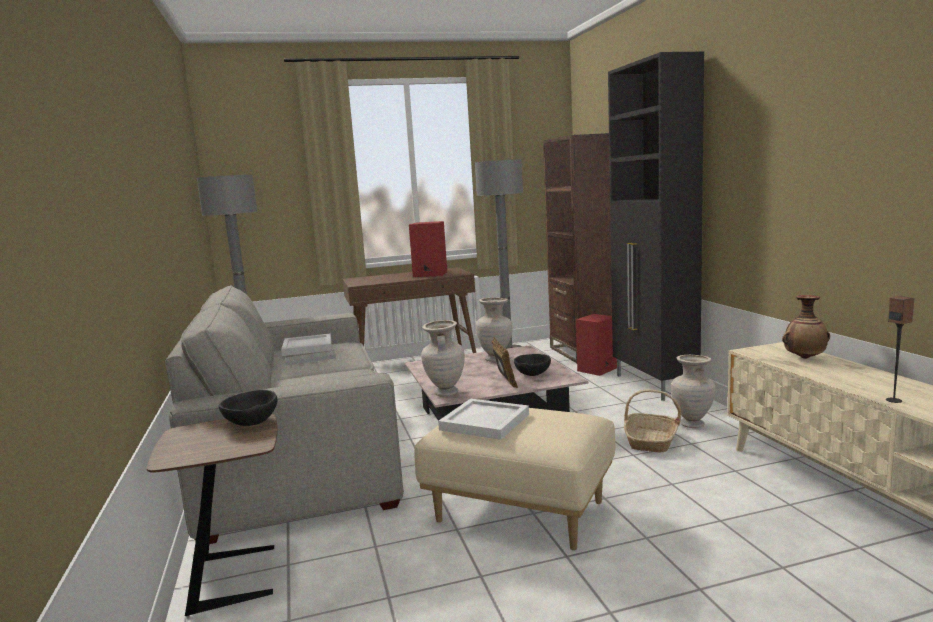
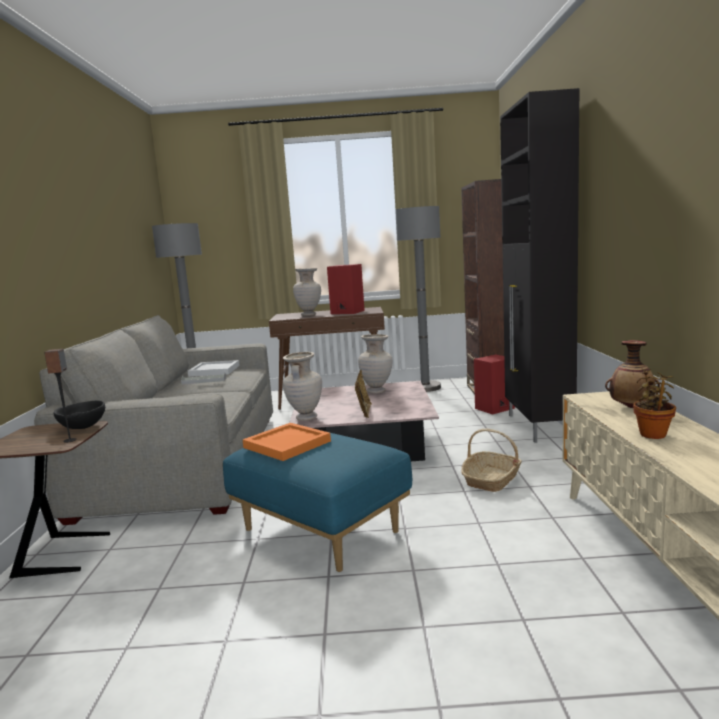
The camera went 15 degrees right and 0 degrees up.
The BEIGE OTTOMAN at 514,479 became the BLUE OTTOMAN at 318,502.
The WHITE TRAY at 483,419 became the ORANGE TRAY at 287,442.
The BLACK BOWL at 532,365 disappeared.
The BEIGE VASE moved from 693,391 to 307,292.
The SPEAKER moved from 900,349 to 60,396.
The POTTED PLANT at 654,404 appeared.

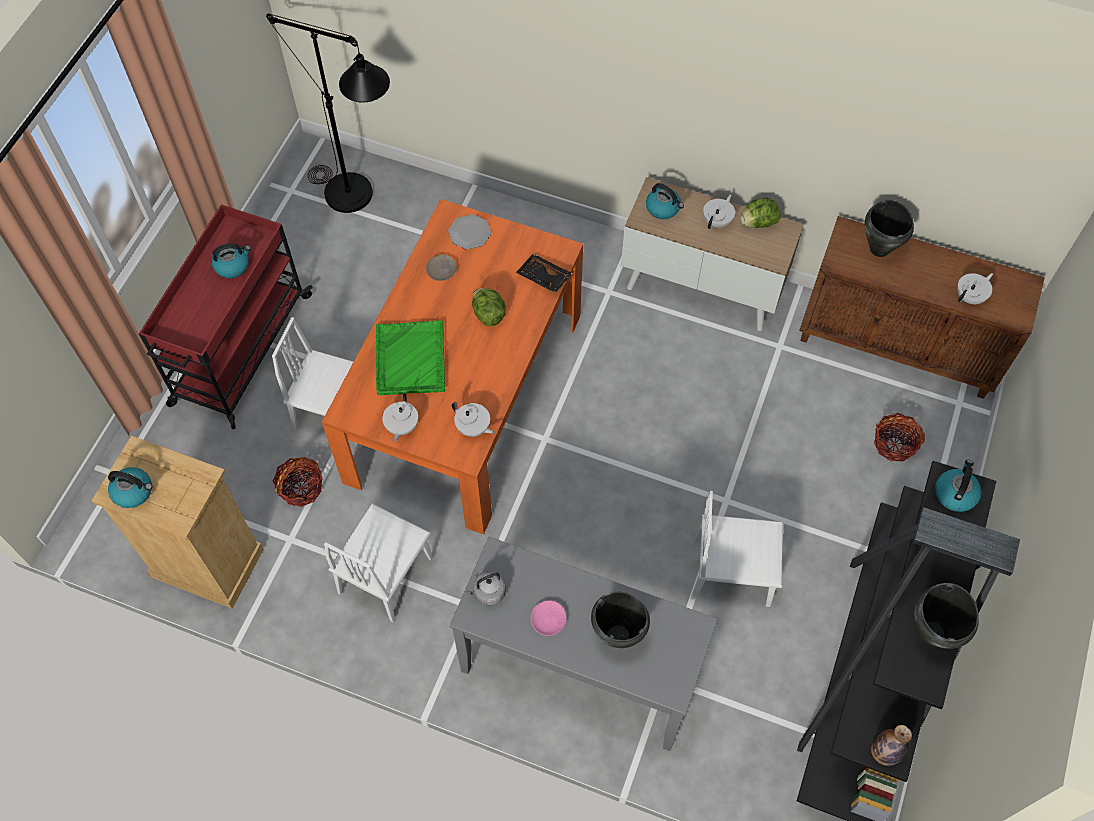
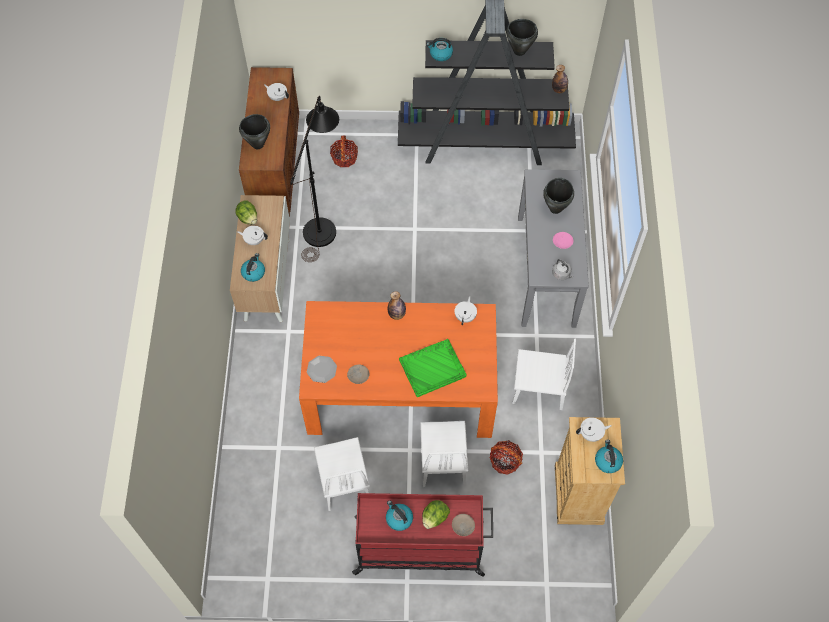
The camera went 110 degrees left and 0 degrees up.
The BLACK FLOOR LAMP moved from 328,113 to 314,179.
The WHITE TEAPOT moved from 400,417 to 594,430.
The LETTUCE moved from 489,307 to 436,514.
The BLACK TRAY at 544,273 disappeared.
The WHITE CHAIR moved from 737,549 to 342,474.
The BOTTLE at 397,305 appeared.
The BEIGE PLATE at 463,525 appeared.

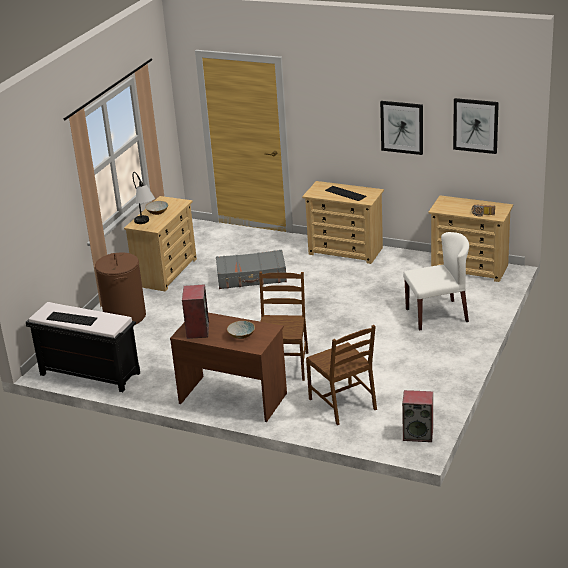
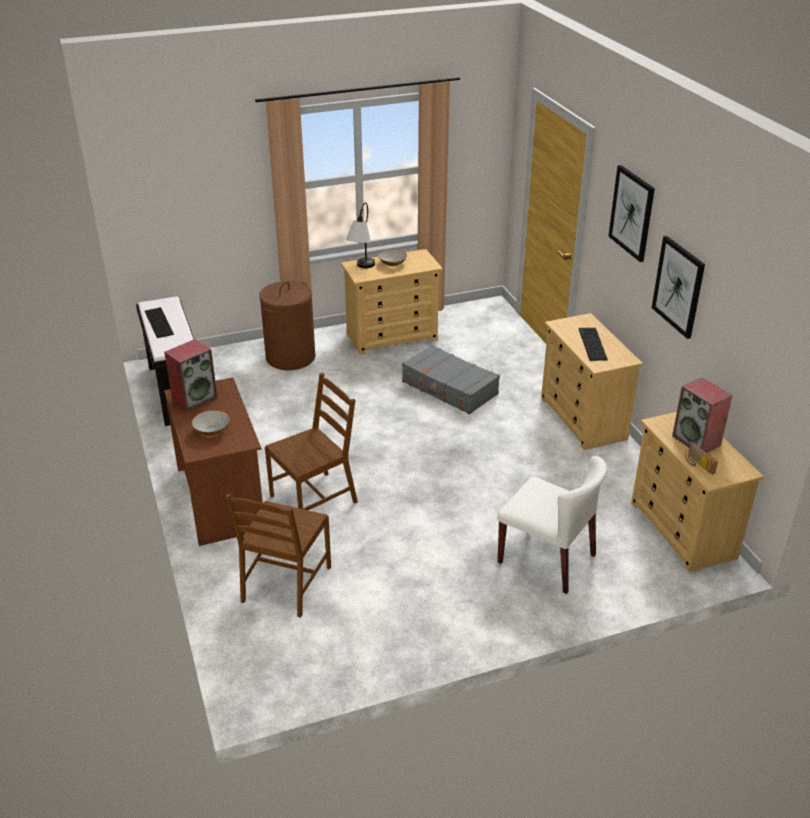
The camera went 45 degrees right and 5 degrees up.
The SPEAKER moved from 417,416 to 702,415.
The PICTURE moved from 476,126 to 631,213.

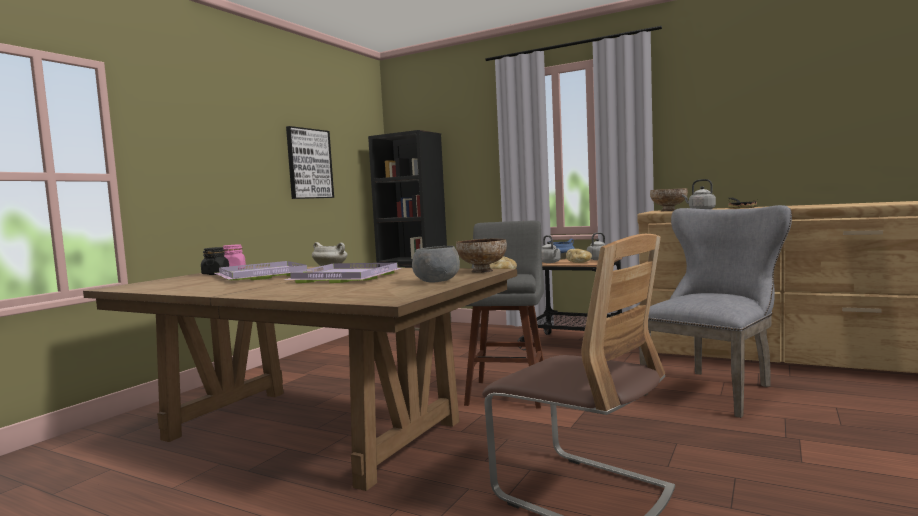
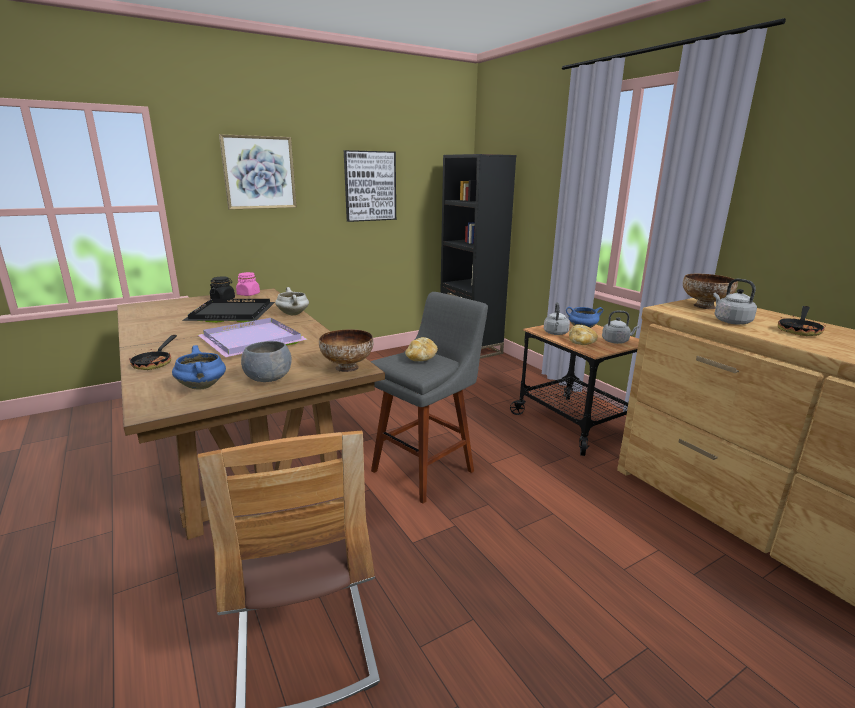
The camera went 30 degrees right and 15 degrees up.
The PURPLE TRAY at 261,270 became the BLACK TRAY at 228,311.
The GREY CHAIR at 715,311 disappeared.
The FRYING PAN at 153,352 appeared.
The BLUE COOKING POT at 199,367 appeared.
The PICTURE at 258,172 appeared.

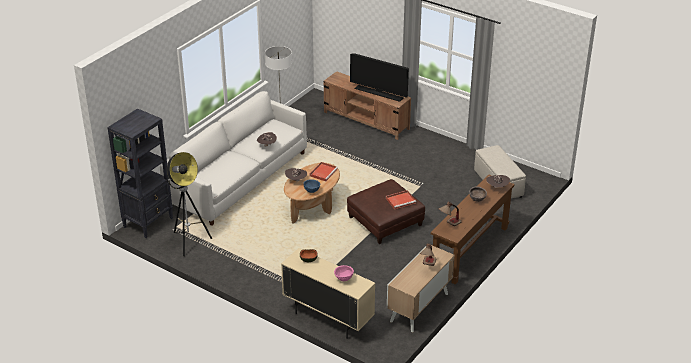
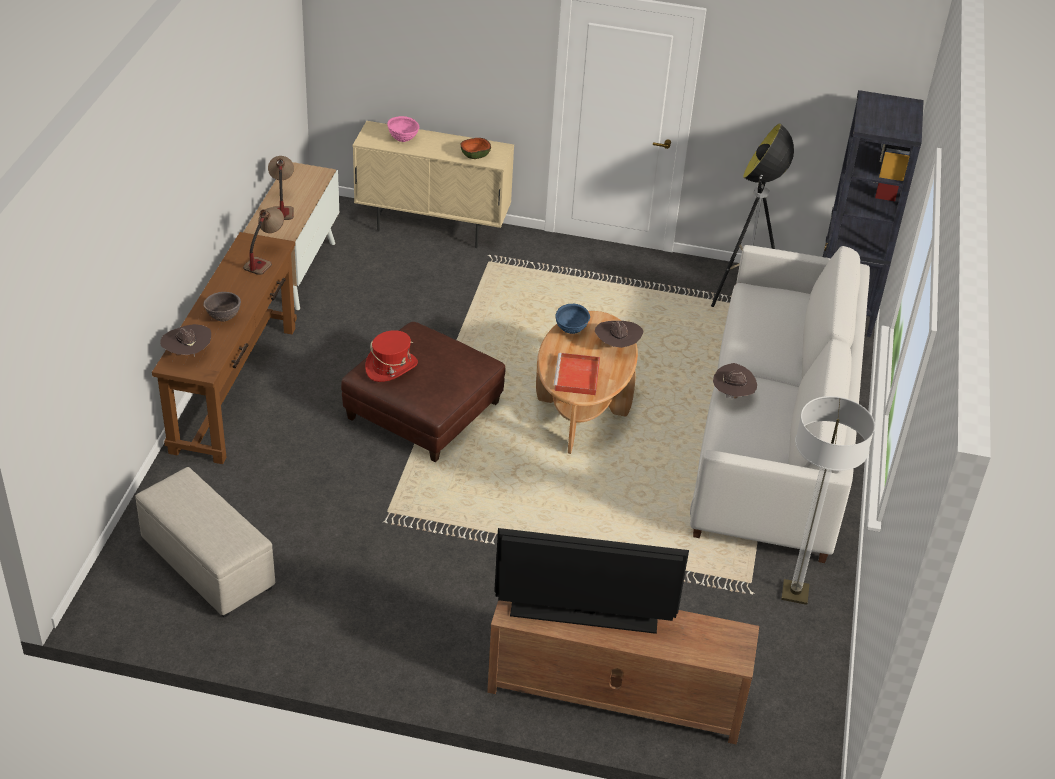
The camera went 155 degrees right and 5 degrees up.
The RED TRAY at 401,199 was replaced by the RED HAT at 391,356.

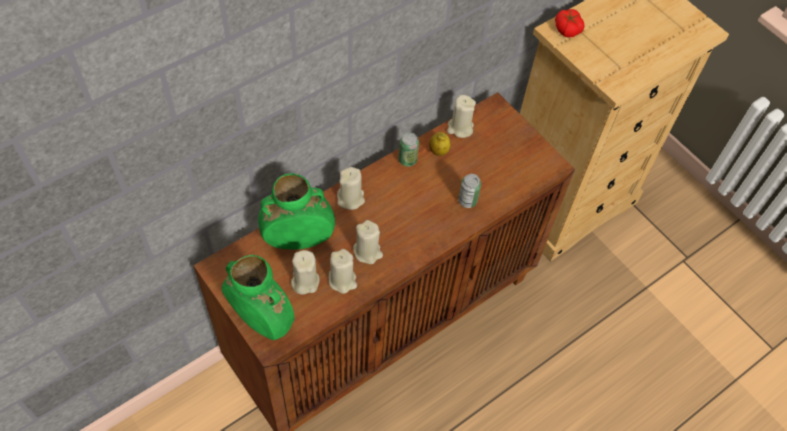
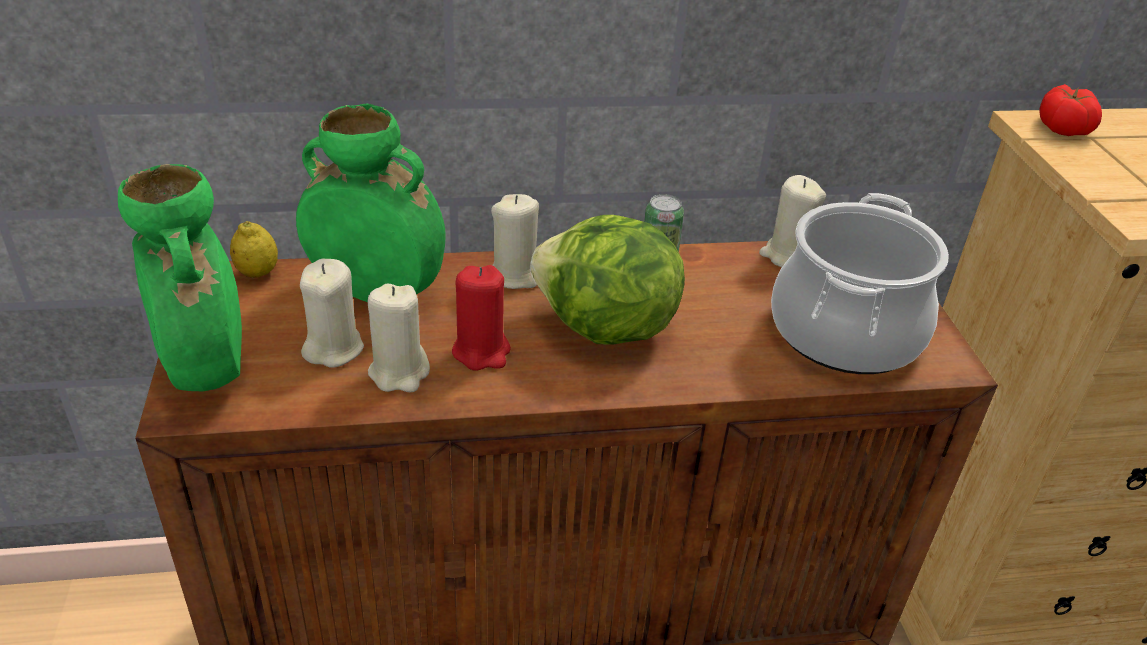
The camera went 30 degrees right and 20 degrees down.
The BEIGE CANDLE at 368,242 became the RED CANDLE at 481,318.
The LEMON moved from 440,144 to 254,249.
The CAN at 469,191 disappeared.
The LETTUCE at 607,280 appeared.
The COOKING POT at 860,283 appeared.

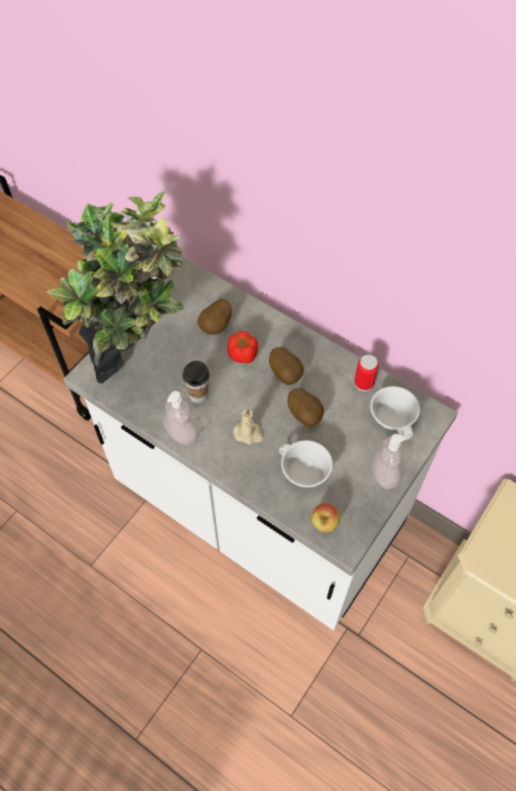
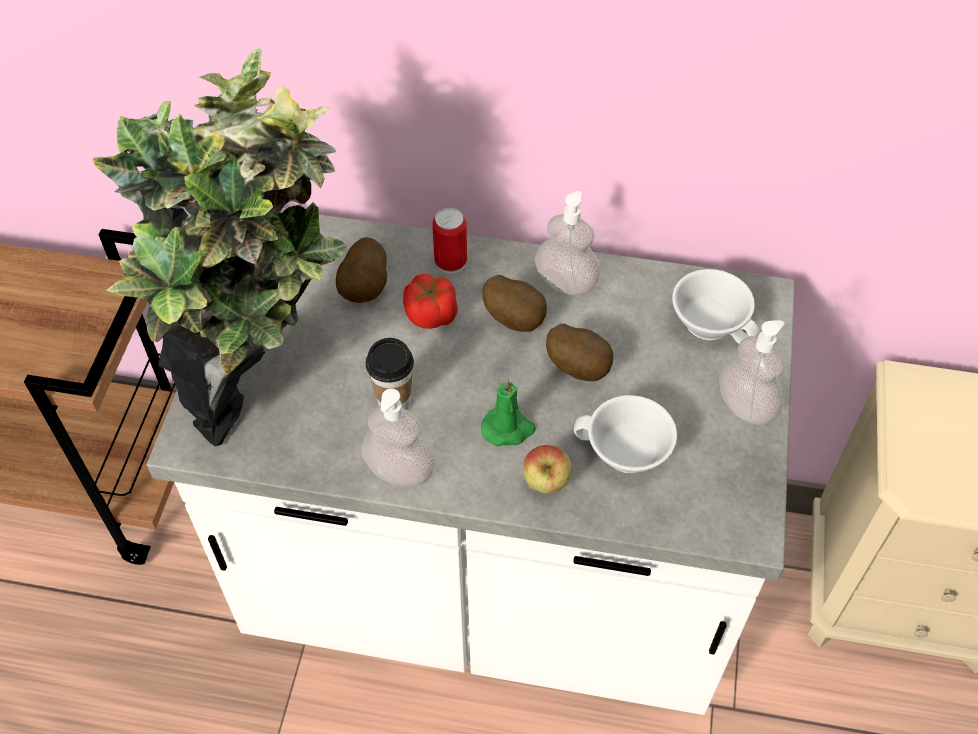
The camera went 25 degrees left and 5 degrees down.
The BEIGE CANDLE at 248,426 became the GREEN CANDLE at 508,412.
The APPLE moved from 325,517 to 547,469.
The CAN moved from 366,373 to 449,241.
The SOAP DISPENSER at 568,243 appeared.

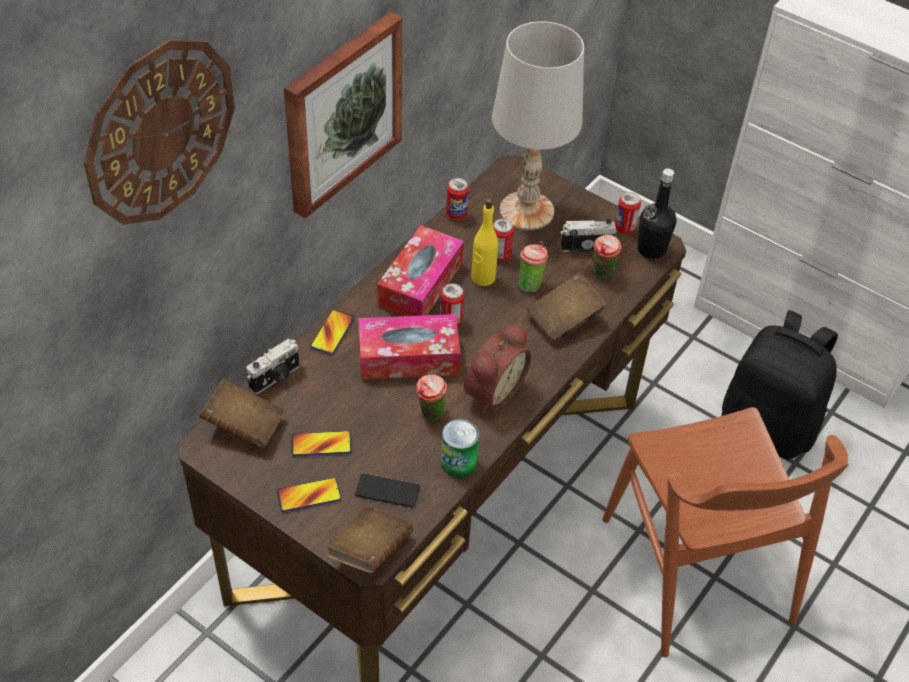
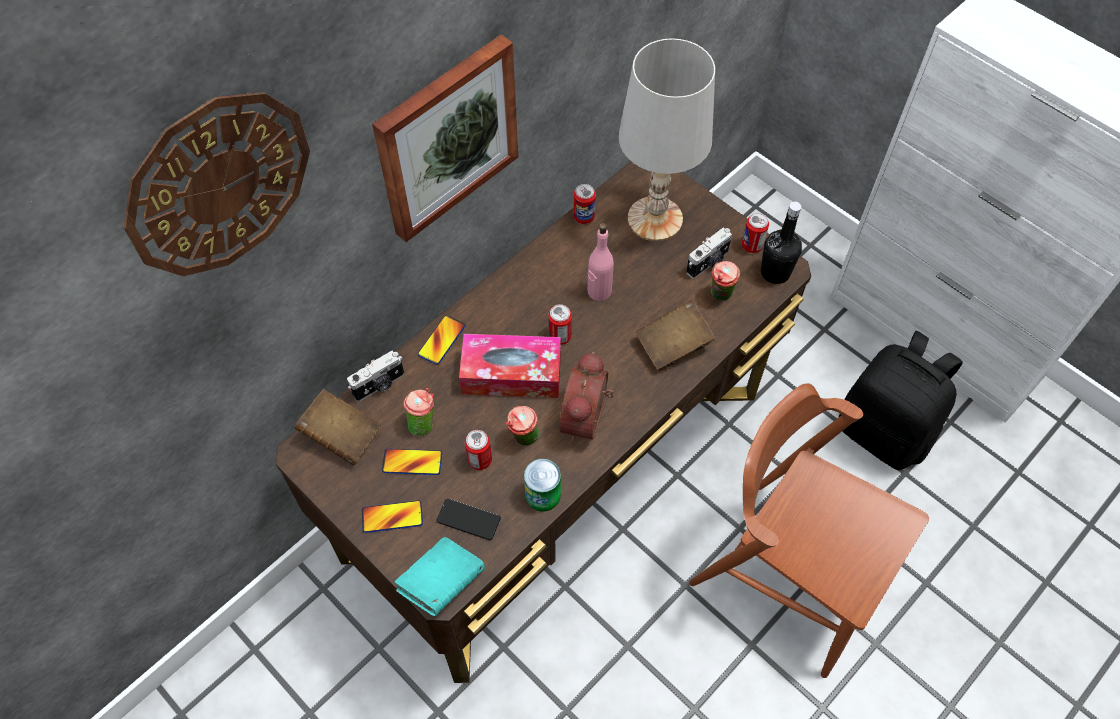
The camera went 10 degrees right and 10 degrees up.
The BROWN BOOK at 369,539 became the TURQUOISE BOOK at 440,576.
The TISSUE BOX at 420,270 disappeared.
The ALARM CLOCK at 497,368 turned 150 degrees clockwise.
The YELLOW BOTTLE at 484,242 became the PINK BOTTLE at 600,262.
The CAN moved from 503,240 to 478,450.
The CUP moved from 533,266 to 418,412.
The PHOTO CAMERA at 589,235 turned 135 degrees clockwise.
The BROWN CHAIR at 725,532 turned 135 degrees clockwise.

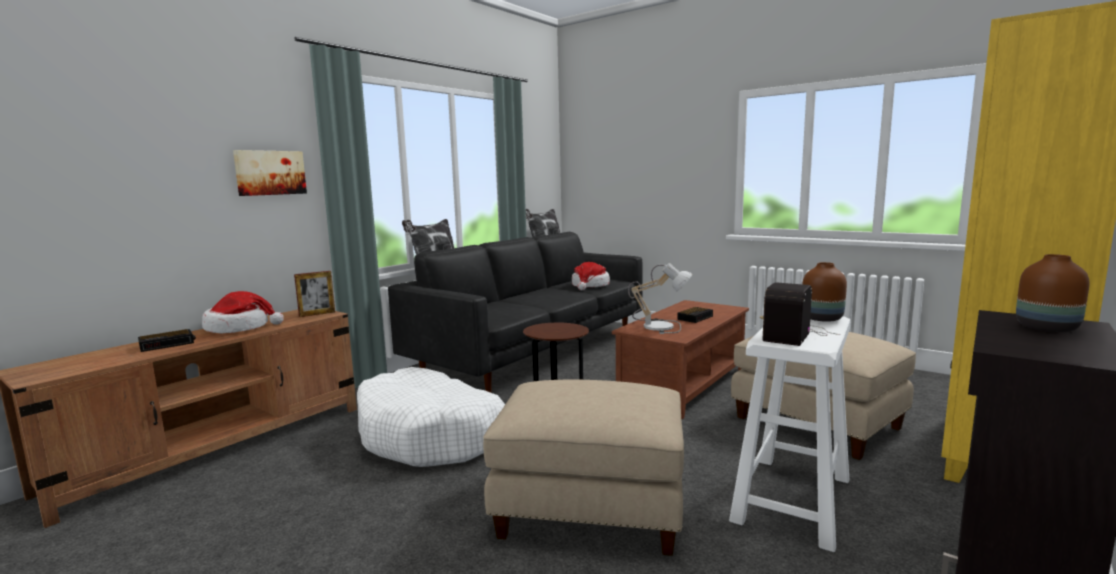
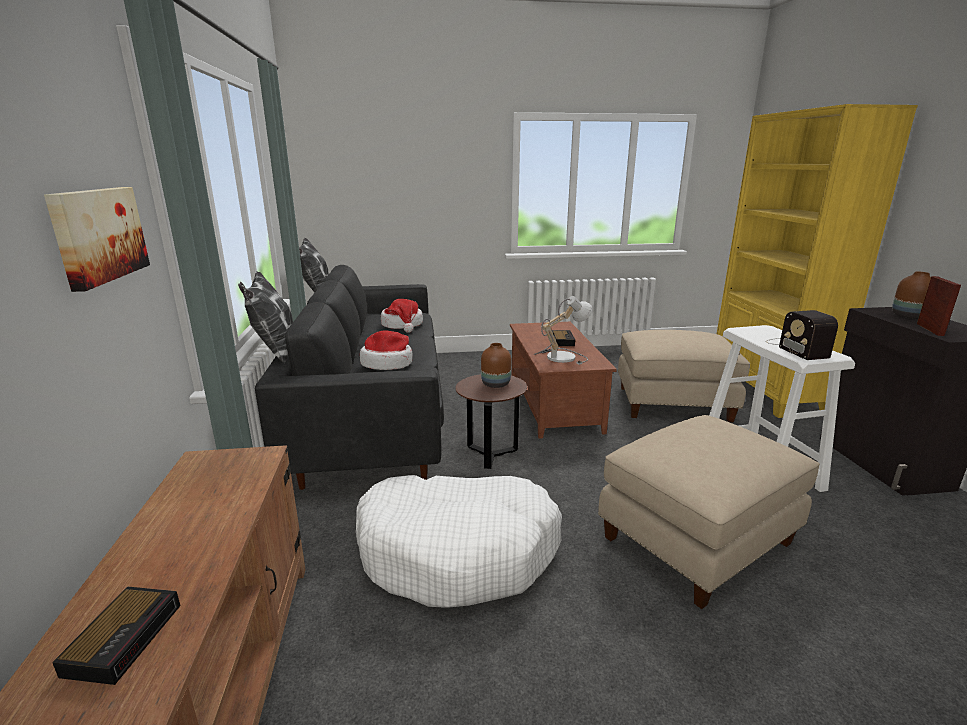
The camera went 45 degrees left and 10 degrees up.
The HAT moved from 242,312 to 386,350.
The PICTURE FRAME moved from 314,294 to 939,306.
The BROWN VASE moved from 824,292 to 496,365.

